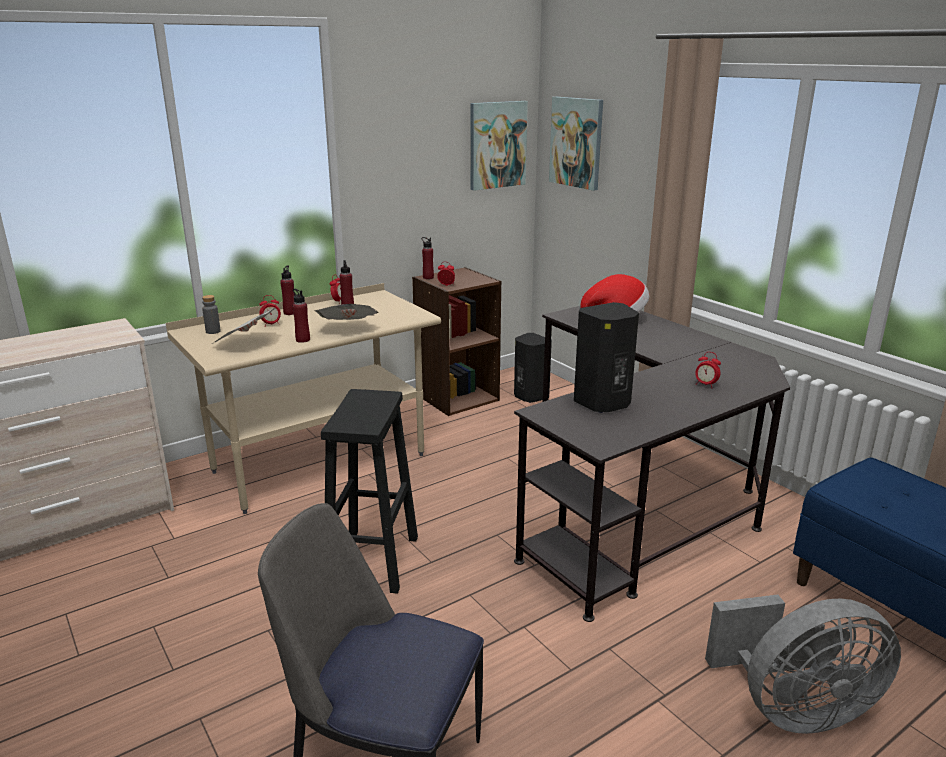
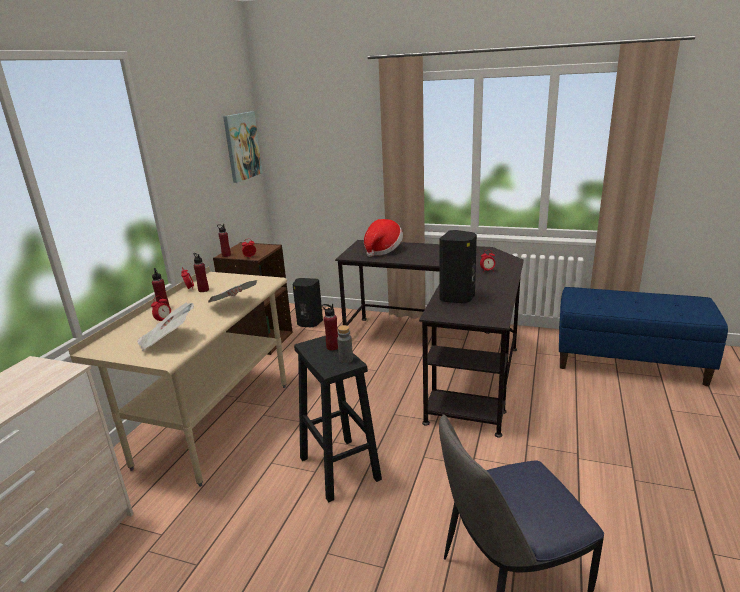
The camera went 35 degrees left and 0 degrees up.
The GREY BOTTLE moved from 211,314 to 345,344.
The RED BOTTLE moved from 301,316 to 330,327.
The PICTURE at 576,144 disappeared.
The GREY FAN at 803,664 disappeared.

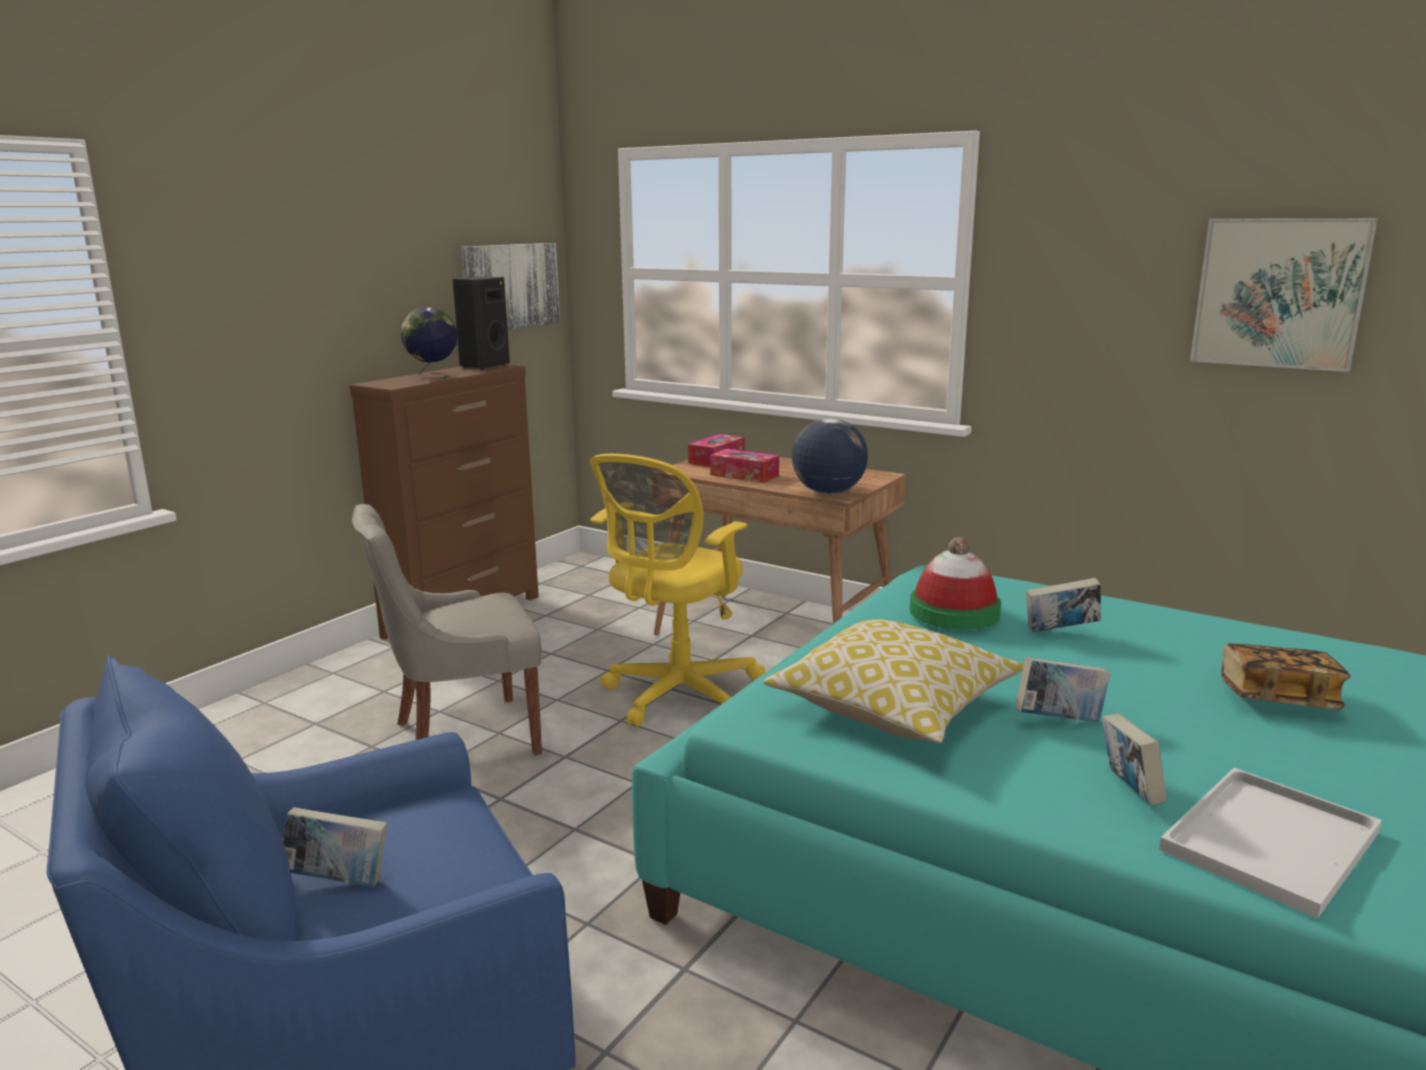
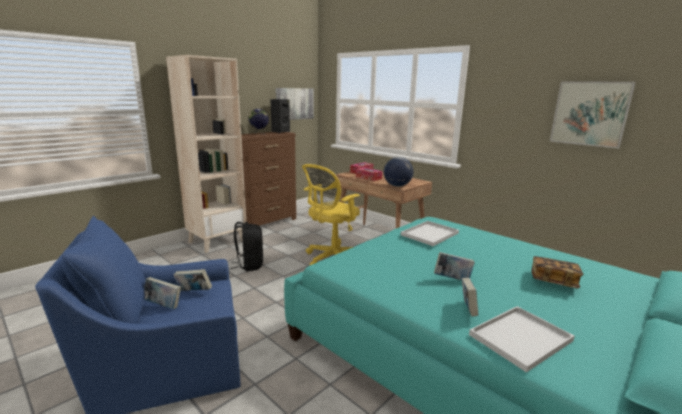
The camera went 10 degrees right and 0 degrees up.
The GREY CHAIR at 447,629 was replaced by the BLACK BACKPACK at 247,246.
The PILLOW at 893,681 disappeared.
The HAT at 955,583 was replaced by the WHITE TRAY at 430,233.
The BOOK moved from 1063,605 to 193,280.
The BEIGE BOOKCASE at 206,154 appeared.

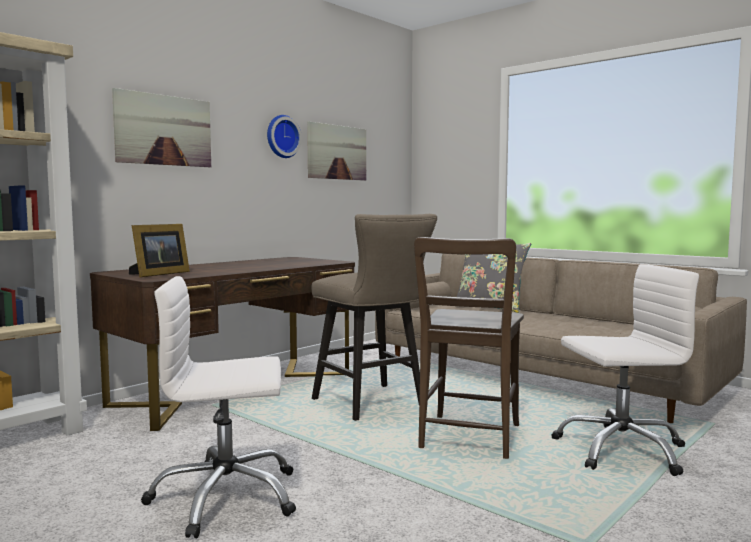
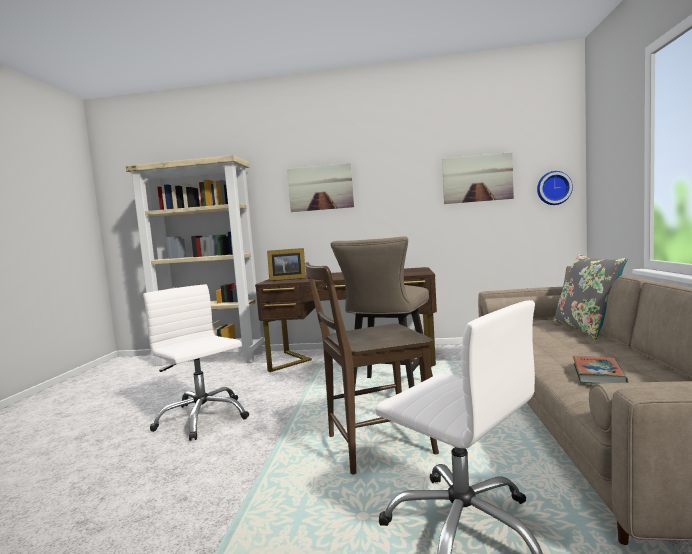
The camera went 55 degrees right and 0 degrees up.
The WALL CLOCK moved from 284,136 to 555,188.
The BOOK at 601,370 appeared.

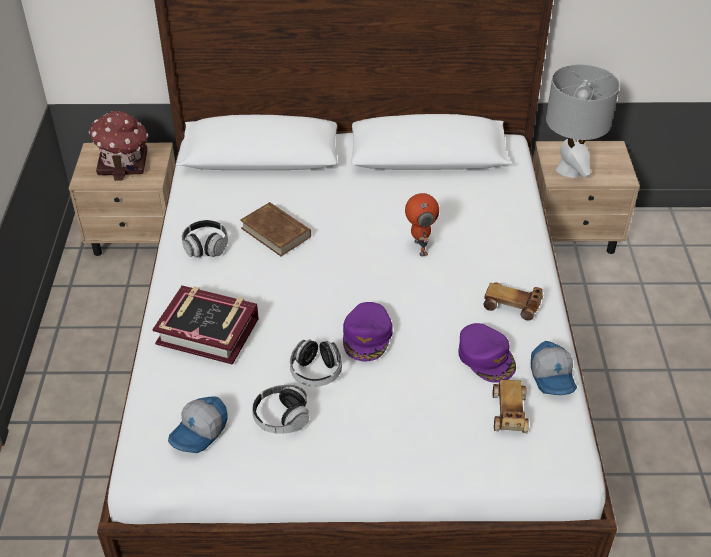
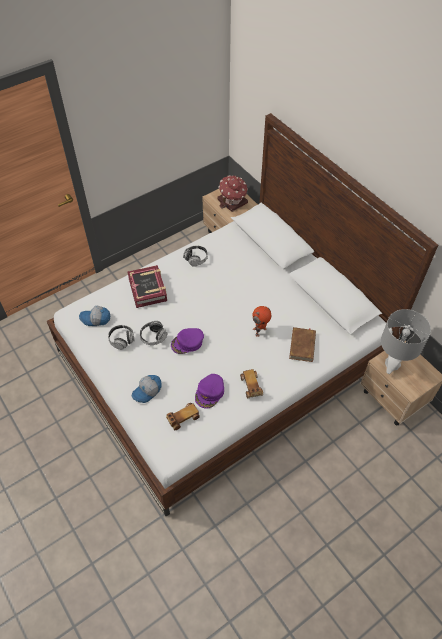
The camera went 55 degrees right and 10 degrees up.
The BROWN BOOK moved from 275,229 to 302,344.
The CAP moved from 554,368 to 146,389.

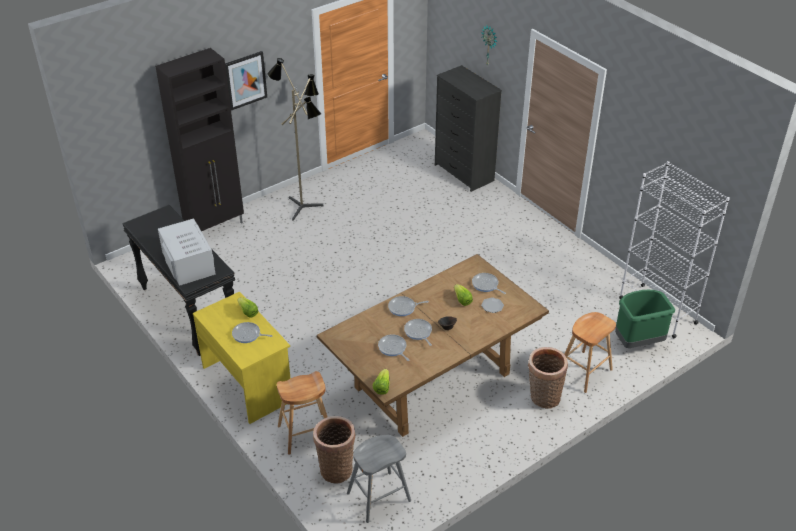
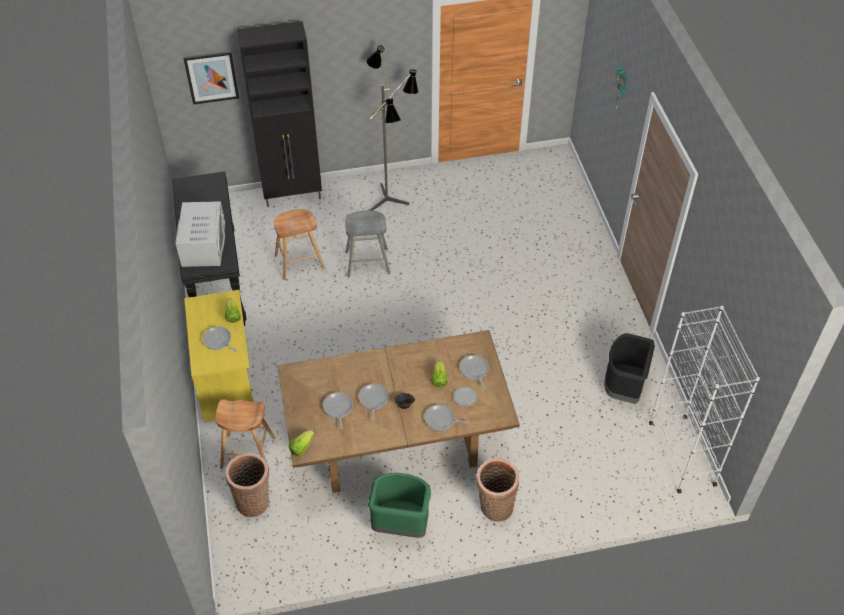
The camera went 25 degrees right and 10 degrees up.
The PICTURE moved from 246,81 to 211,78.
The GREY STOOL moved from 379,479 to 368,244.
The FRYING PAN moved from 408,306 to 447,417.
The BLACK DRESSER at 468,128 disappeared.
The BROWN STOOL moved from 590,352 to 299,244.
The GREEN TRASH CAN moved from 645,319 to 399,505.
The BLACK TRASH CAN at 629,368 appeared.

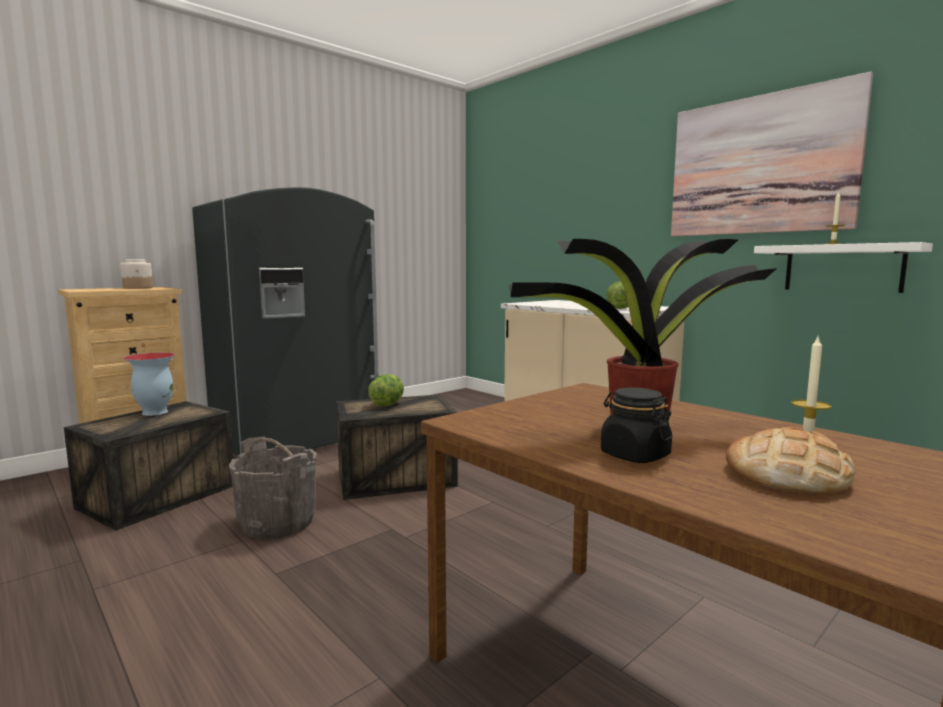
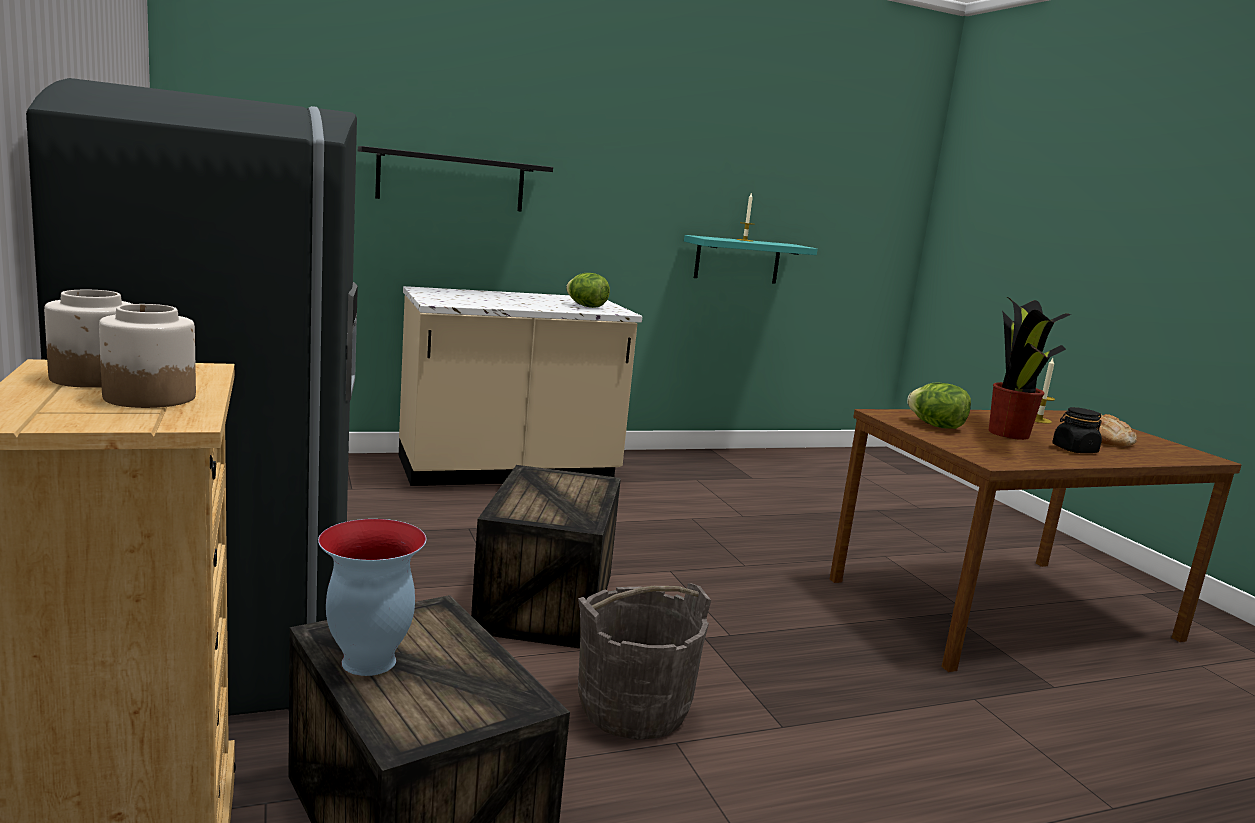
The camera went 70 degrees left and 5 degrees up.
The LETTUCE moved from 386,390 to 939,405.
The PICTURE at 772,154 disappeared.
The WHITE SHELF at 843,267 became the TURQUOISE SHELF at 751,259.
The JAR at 147,356 appeared.
The BLACK SHELF at 455,178 appeared.

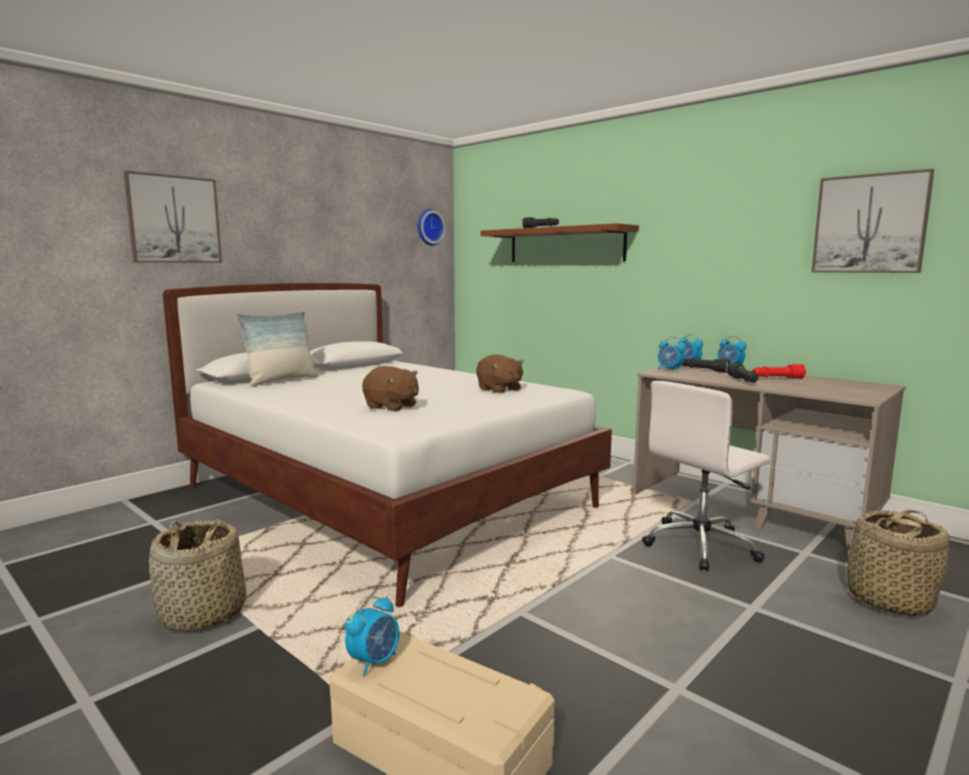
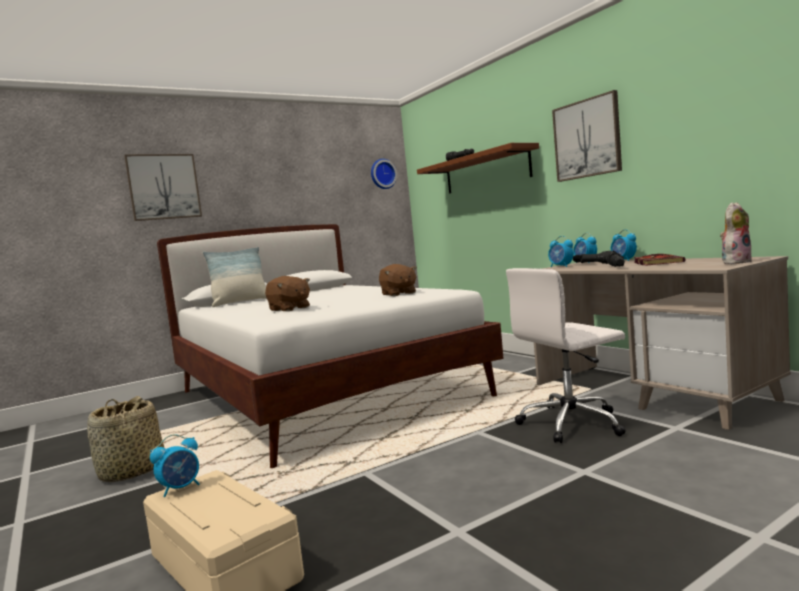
The camera went 15 degrees right and 5 degrees down.
The RED FLASHLIGHT at 779,371 was replaced by the BOOK at 660,260.
The PICTURE moved from 872,221 to 587,136.
The BASKET at 894,563 disappeared.
The PLUSH TOY at 736,233 appeared.

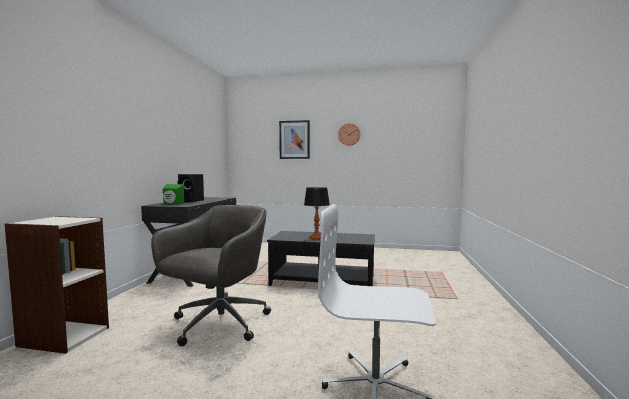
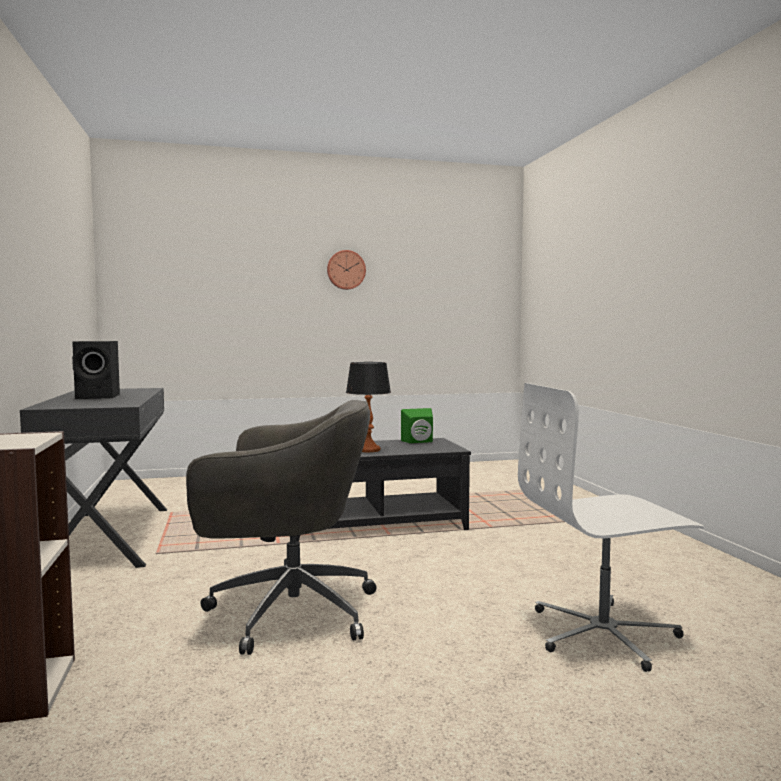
The camera went 25 degrees left and 0 degrees up.
The GREY OFFICE CHAIR at 211,275 turned 90 degrees clockwise.
The GREEN SPEAKER moved from 173,194 to 417,425.
The PICTURE at 294,139 disappeared.

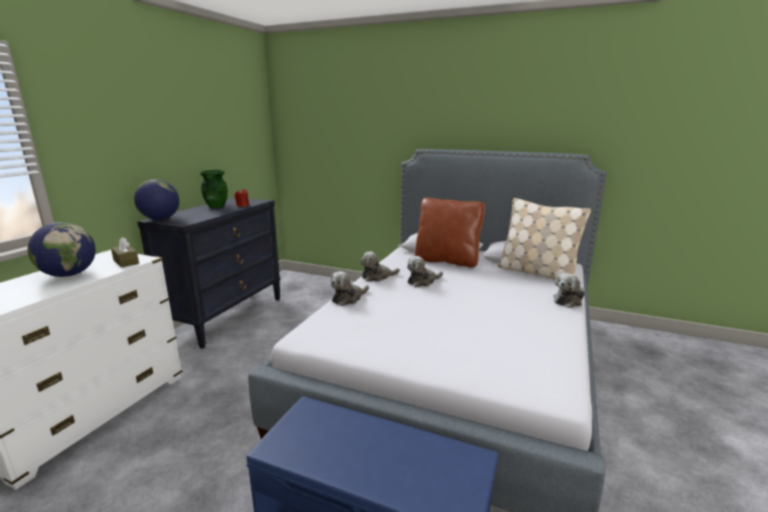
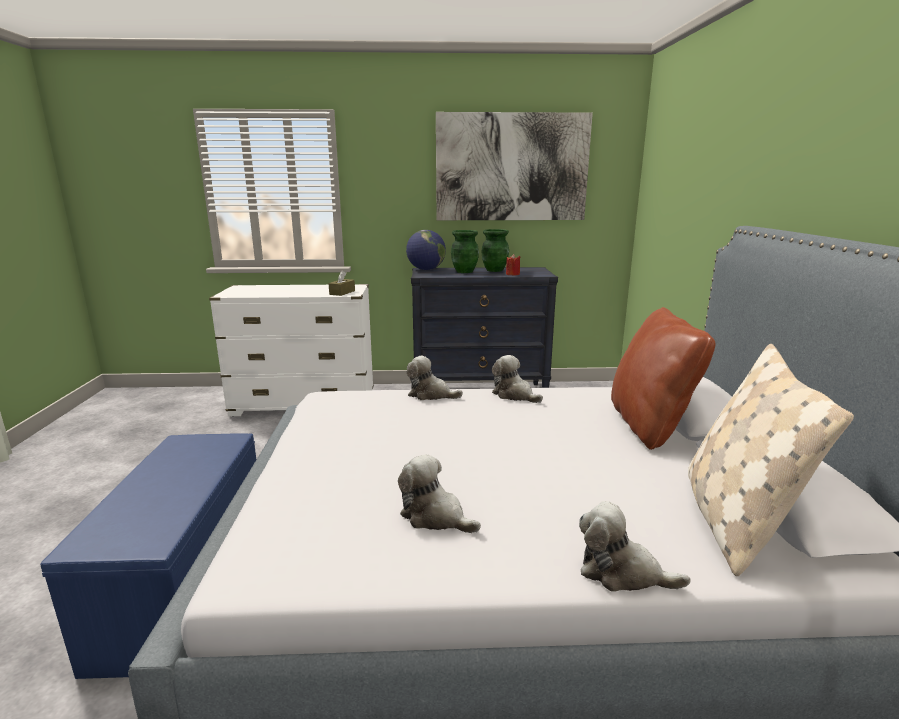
The camera went 65 degrees right and 0 degrees up.
The GLOBE at 62,249 disappeared.
The PLUSH TOY moved from 425,271 to 439,493.
The PICTURE at 514,166 appeared.
The GREEN VASE at 465,251 appeared.

